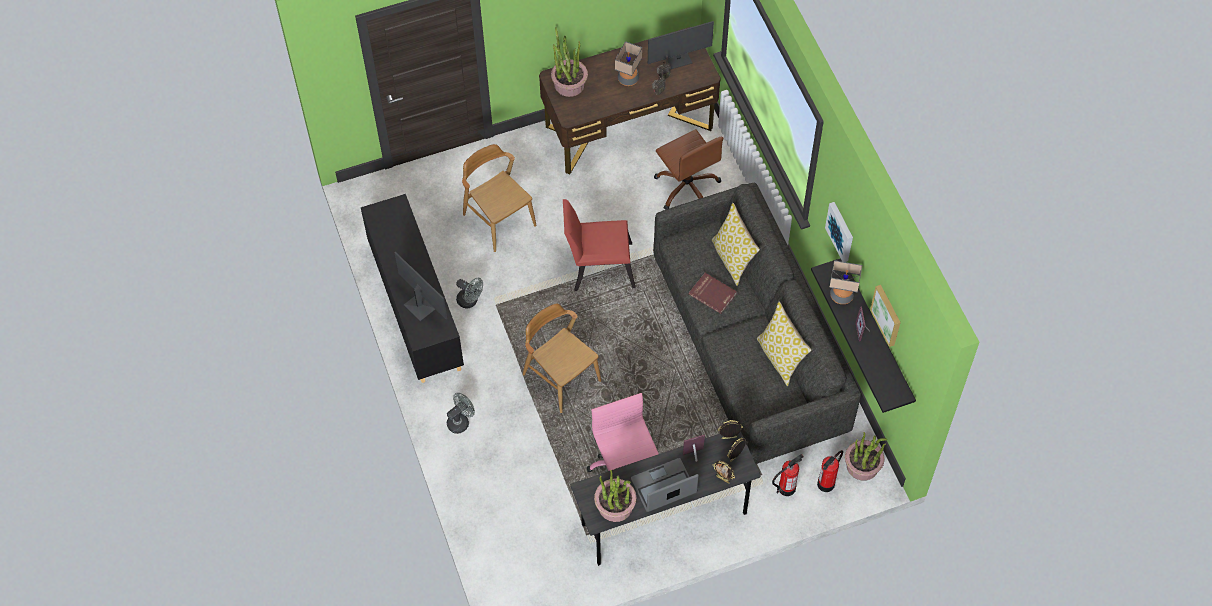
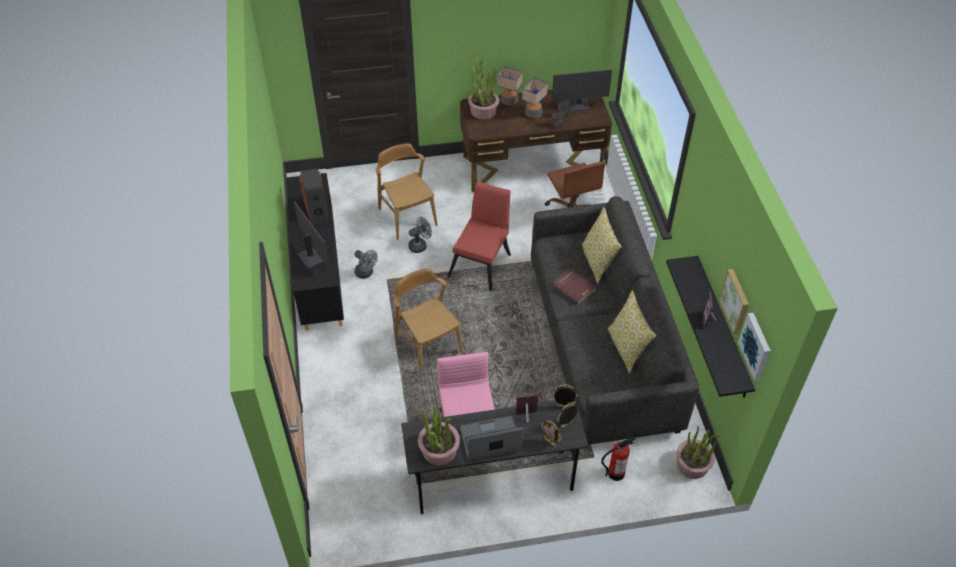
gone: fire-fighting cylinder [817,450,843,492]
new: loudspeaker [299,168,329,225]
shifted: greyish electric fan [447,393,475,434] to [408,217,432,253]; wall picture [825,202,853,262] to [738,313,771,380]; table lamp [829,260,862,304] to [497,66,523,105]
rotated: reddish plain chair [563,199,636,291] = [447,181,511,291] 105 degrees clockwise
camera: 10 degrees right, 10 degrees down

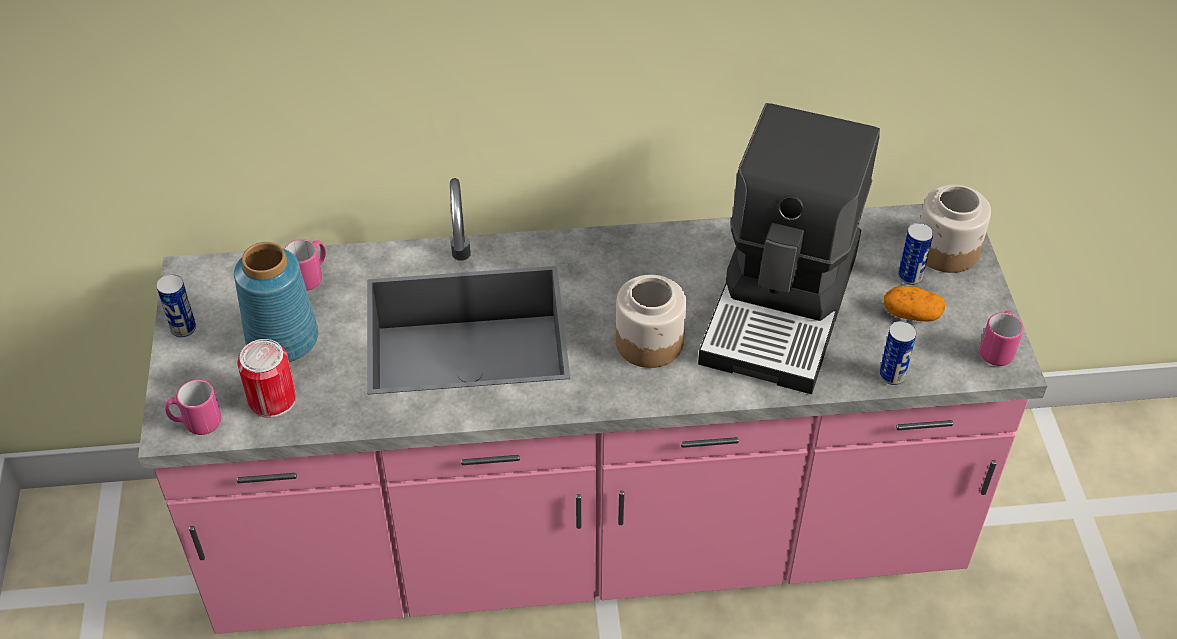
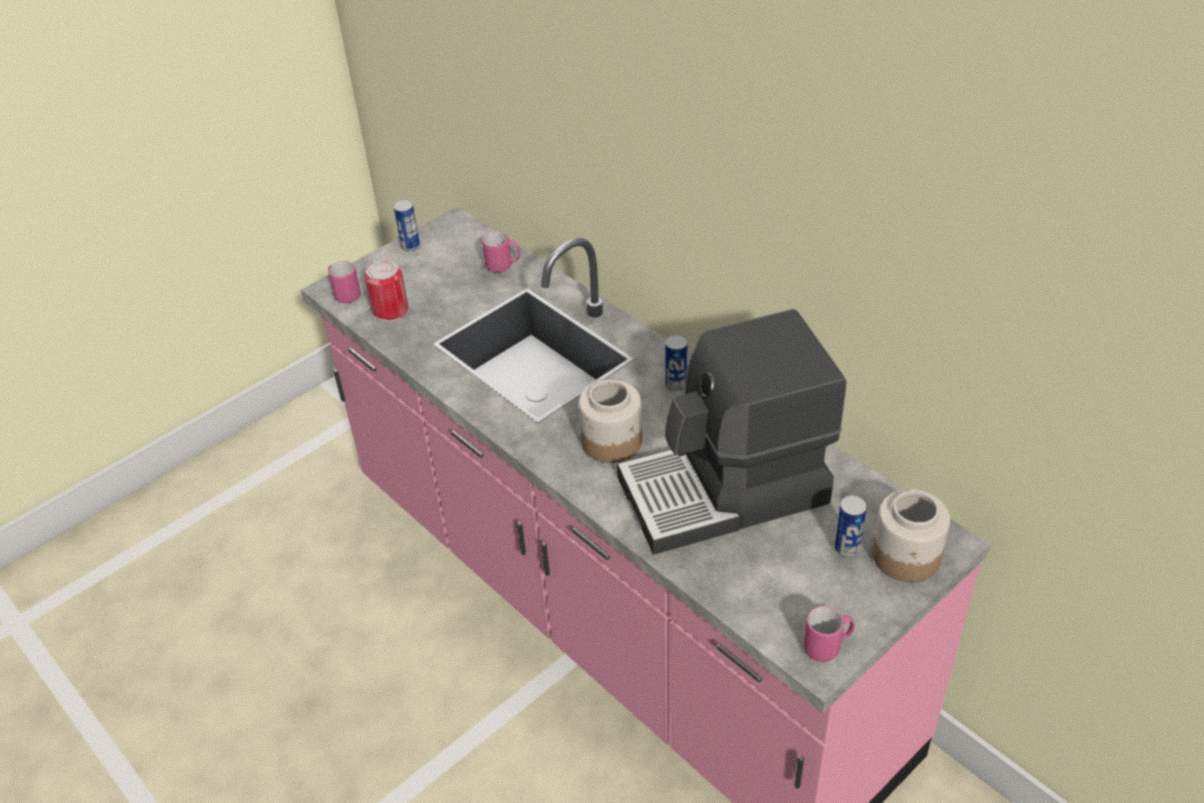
gone: bluish flower vase [234,242,318,362]; whole potato [883,286,945,322]
shifted: can [879,321,917,385] to [665,335,688,392]
camera: 55 degrees right, 5 degrees down

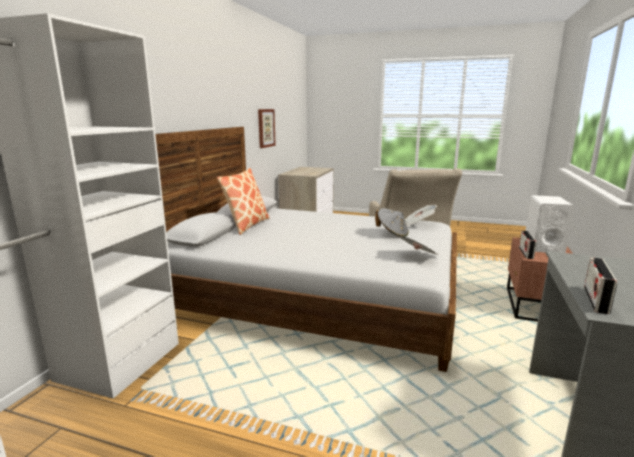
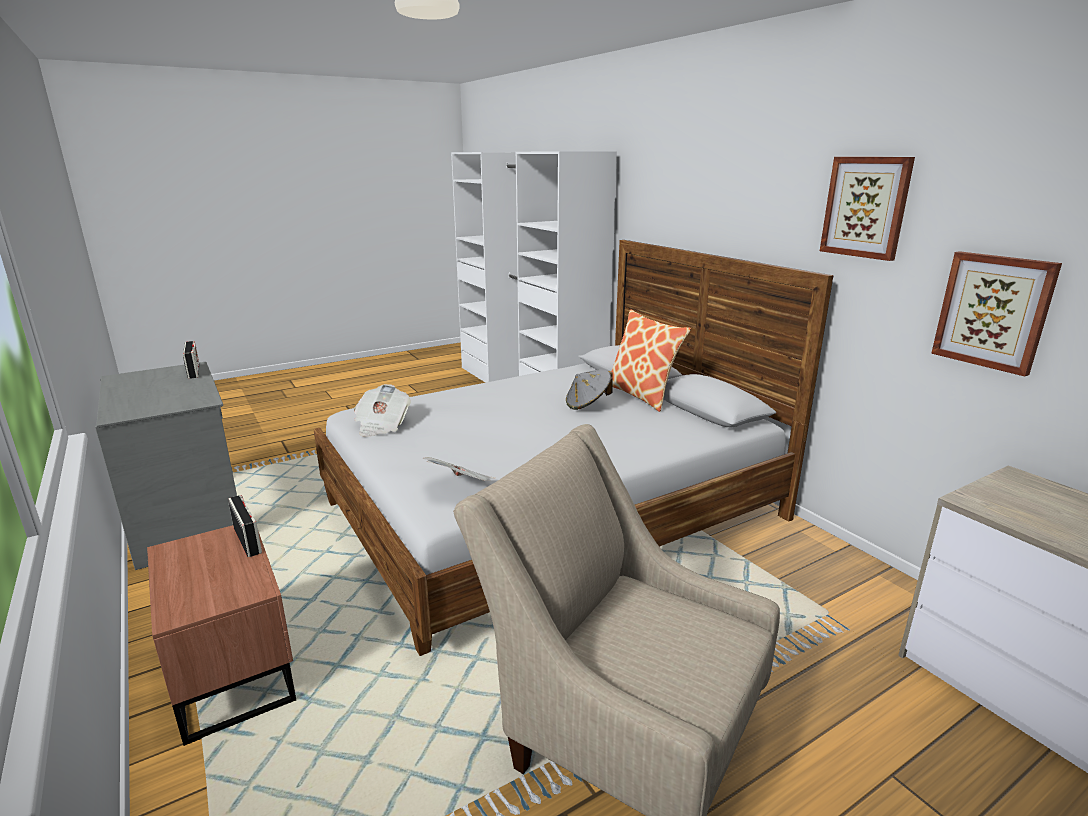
gone: whitish loudspeaker [526,195,574,253]
new: wall picture [820,157,915,261]
shifted: greyish hat [375,208,409,237] to [566,369,613,410]
camera: 130 degrees right, 5 degrees up

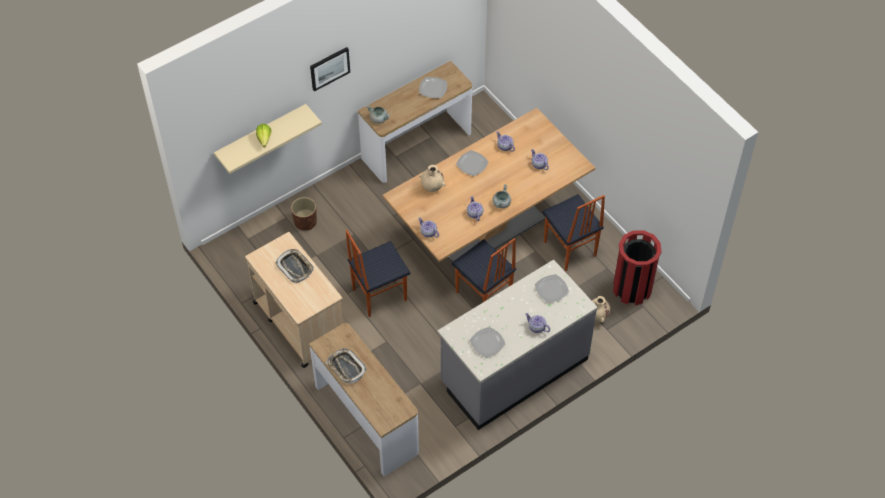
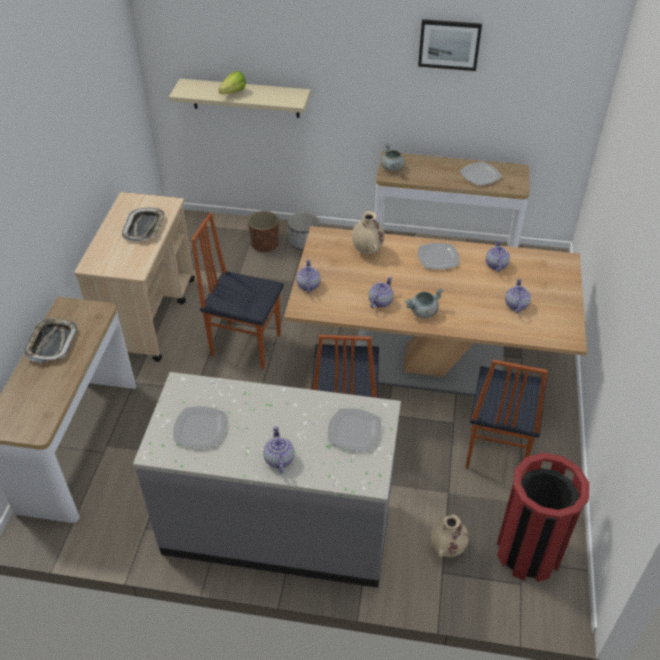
new: flower pot [288,212,319,250]
shifted: wall picture [310,47,350,91] to [418,19,482,71]
camera: 45 degrees right, 10 degrees down

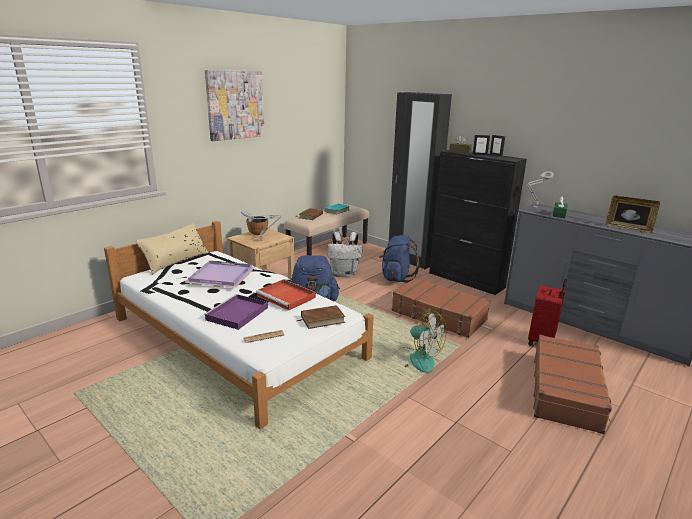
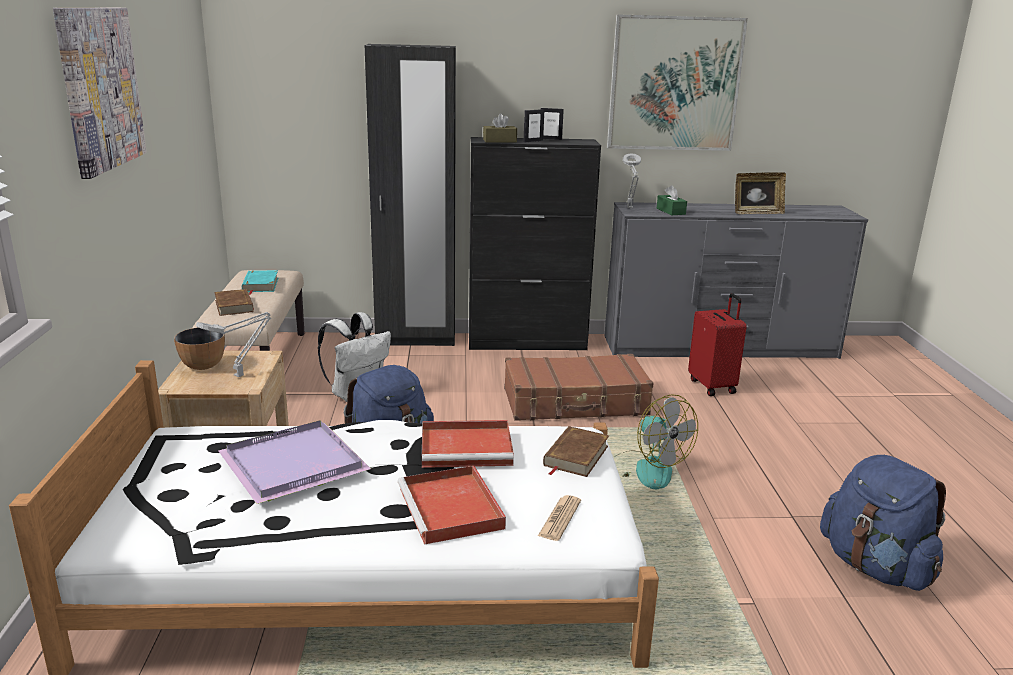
gone: beige-coloured throw pillow [135,222,208,275]; brown suitcase [533,335,612,434]
new: wall picture [607,14,748,151]
shifted: bluish backpack [379,235,419,283] to [820,455,946,591]
repainted: purple-coloured tray [204,294,268,330] to reddish tray [398,466,506,545]
rotated: electric fan [400,311,447,374] = [614,394,698,489] 60 degrees clockwise
camera: 45 degrees left, 0 degrees up

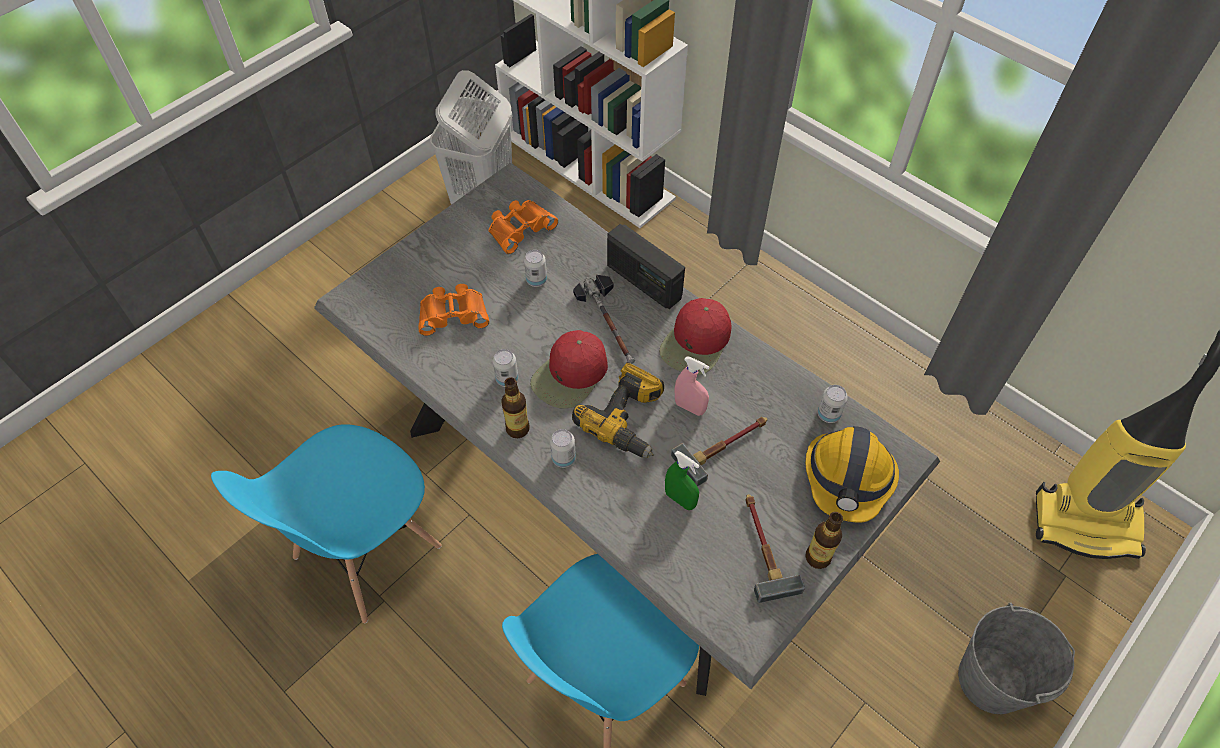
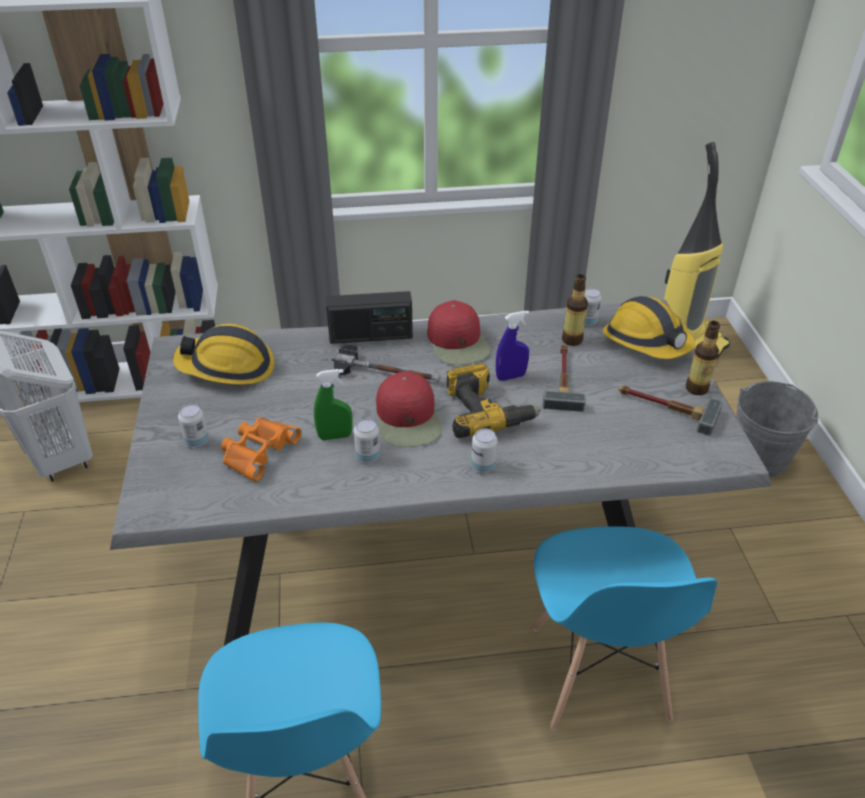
shifted: beverage bottle [501,377,530,438] to [562,274,588,346]; can [524,250,547,287] to [178,404,209,447]; green sprayer [665,451,700,510] to [314,369,353,440]
swapped: orange pair of binoculars [488,200,558,254] to safety helmet [173,324,274,385]
repainted: pinkish sprayer [674,356,709,416] to bluish sprayer [496,311,529,381]
camera: 50 degrees left, 15 degrees down

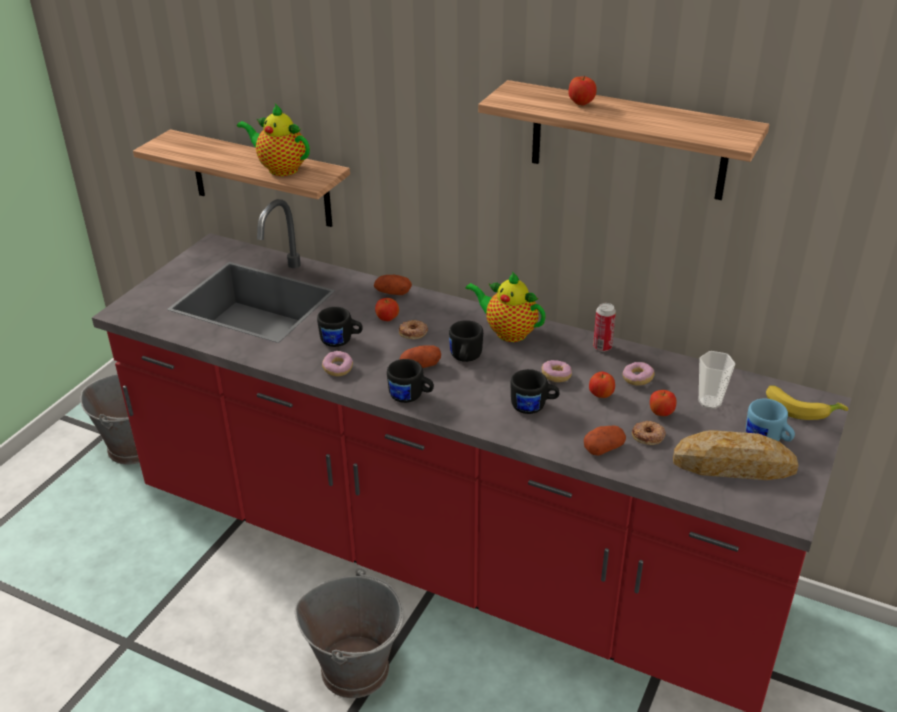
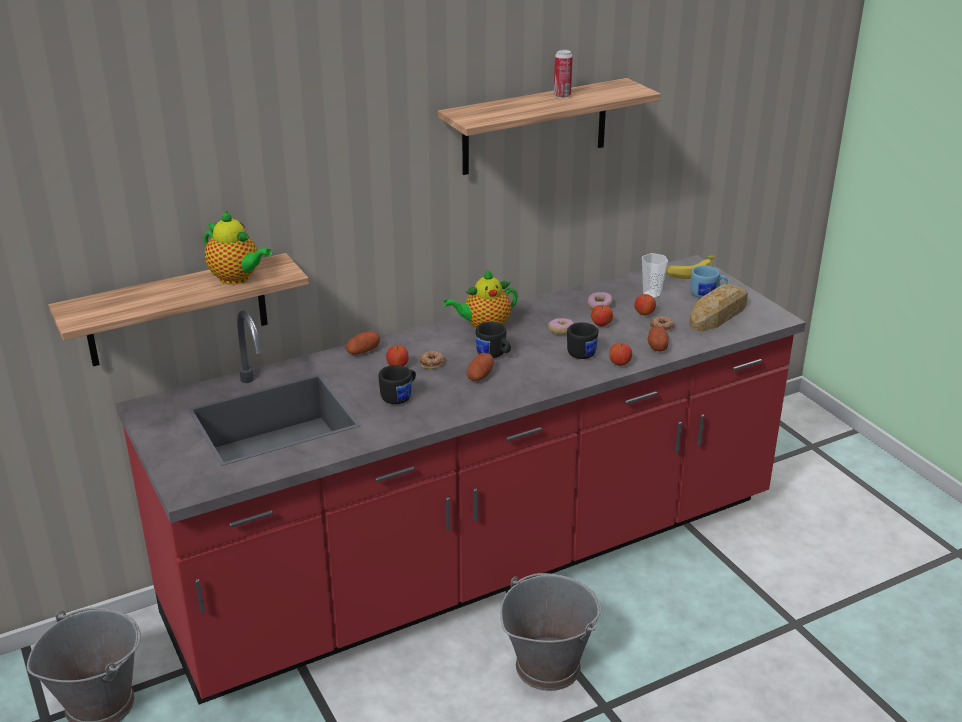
gone: ring doughnut [322,351,353,376]; black tea mug [387,359,434,403]
shifted: whole apple [568,76,597,106] to [609,343,632,366]; can [593,303,616,351] to [554,50,573,98]
rotated: tea pot [237,104,310,176] = [204,211,272,285] 120 degrees counterclockwise
camera: 55 degrees left, 5 degrees down

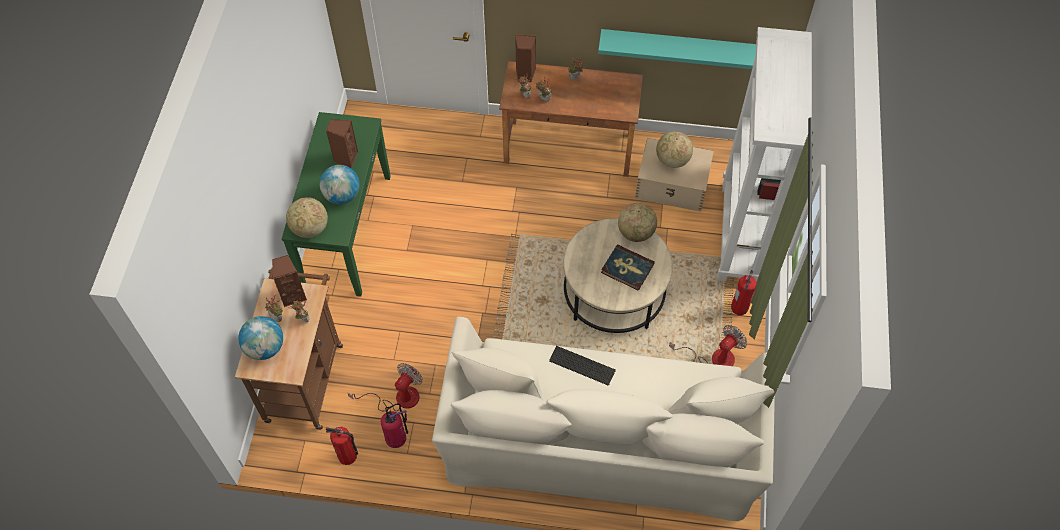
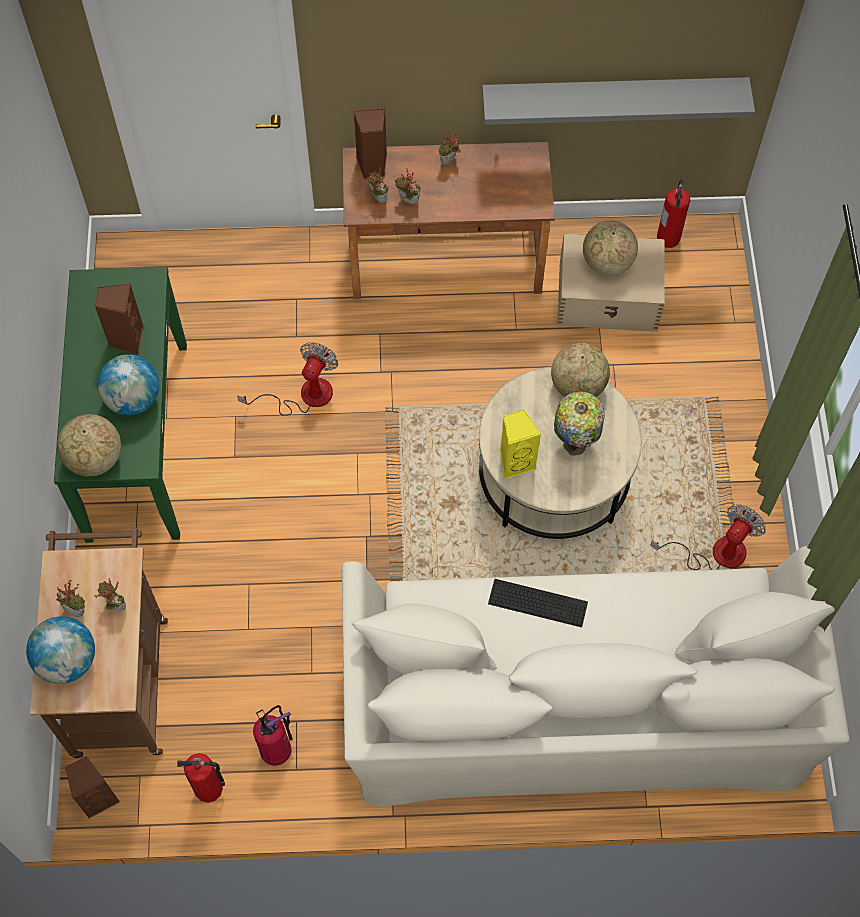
gone: whitish bookcase [718,27,812,282]
new: yellowish loudspeaker [500,410,541,479]
shifted: brown loudspeaker [272,255,307,307] to [65,756,120,818]; electric fan [348,363,423,412] to [237,342,338,416]; fire-fighting cylinder [731,270,757,316] to [657,180,690,248]
swapped: volume [601,244,655,291] to table lamp [554,392,605,456]
repainted: blue-green wall shelf [598,29,756,69] to greyish wall shelf [482,77,755,125]
camera: 10 degrees left, 5 degrees up

